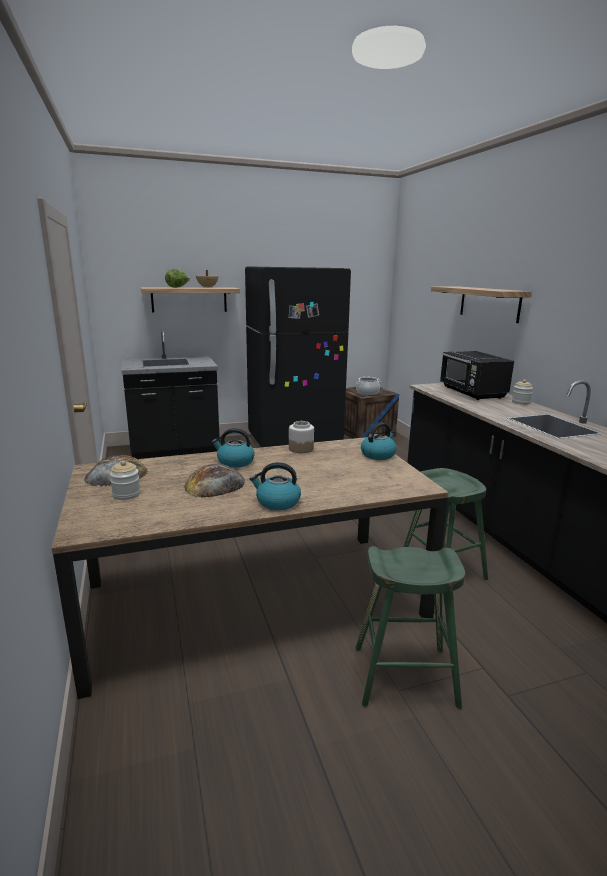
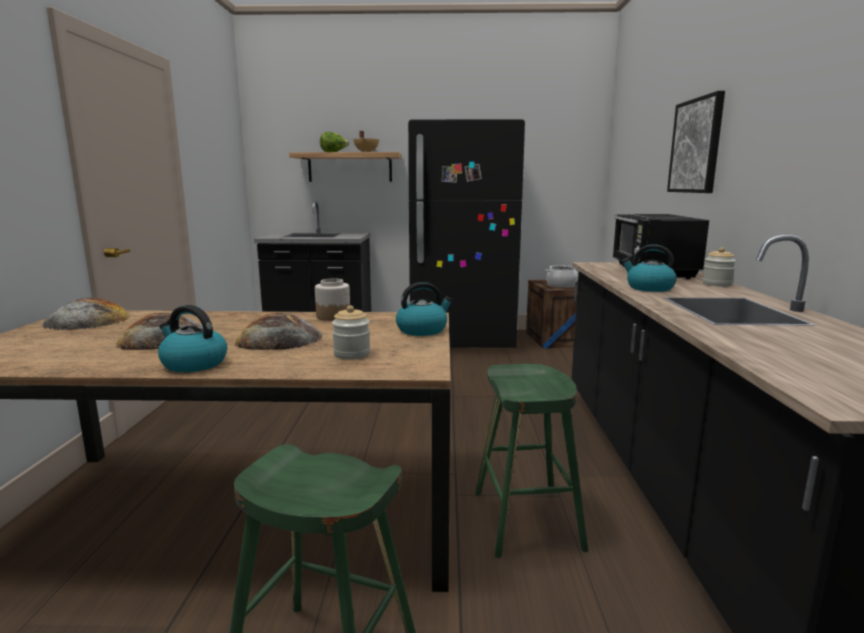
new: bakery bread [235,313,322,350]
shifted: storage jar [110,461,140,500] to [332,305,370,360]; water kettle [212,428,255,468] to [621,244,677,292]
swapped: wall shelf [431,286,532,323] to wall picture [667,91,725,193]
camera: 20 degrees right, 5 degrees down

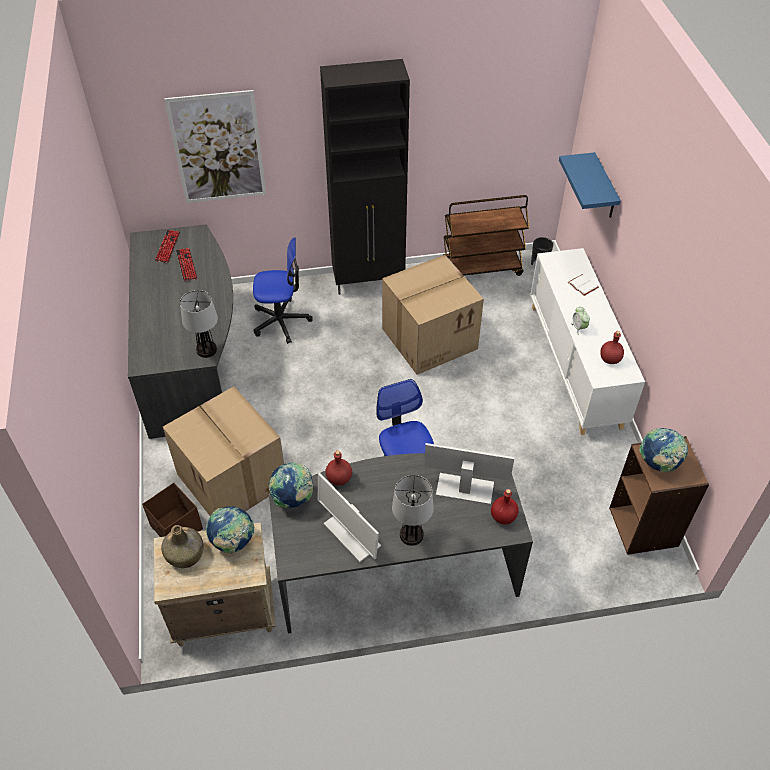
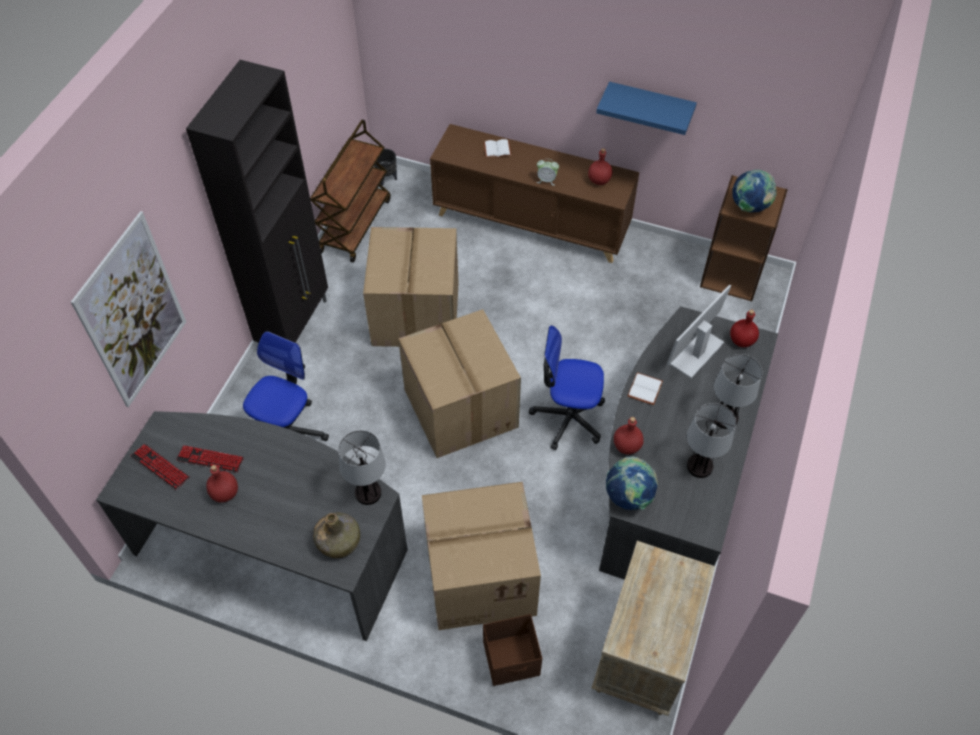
gone: globe [206,506,254,554]
new: reddish beverage bottle [206,465,238,502]; packing box [398,309,521,458]; whitish volume [628,372,663,405]
shifted: green beverage bottle [161,525,204,568] to [313,512,360,558]; bluish wall shelf [559,152,621,218] to [596,82,697,135]
swapped: computer display [318,473,381,562] to table lamp [687,403,736,478]
repainted: whitish cupboard [530,248,645,435] to brown cupboard [430,124,639,263]
camera: 60 degrees left, 5 degrees up

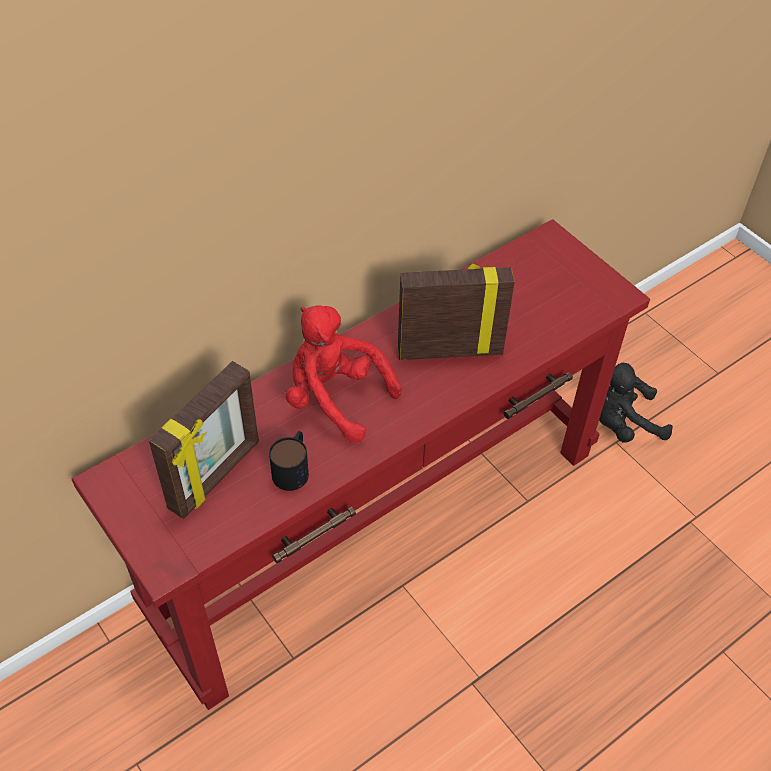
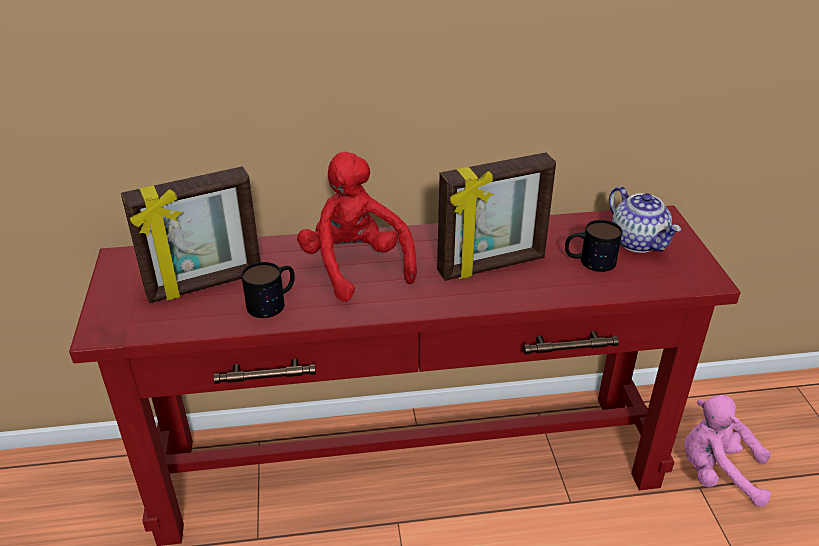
new: tea mug [565,220,622,272]; tea pot [609,186,681,253]
repainted: black cuddly toy [599,363,673,443] to pinkish cuddly toy [684,395,771,507]
rotated: photo frame [398,264,515,360] = [437,152,556,281] 135 degrees clockwise
camera: 30 degrees right, 15 degrees down

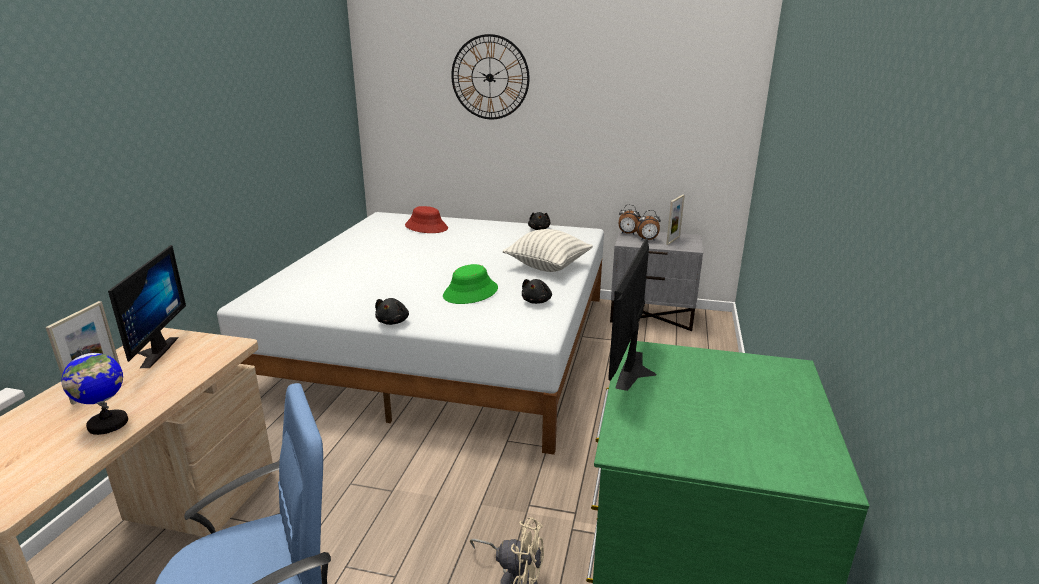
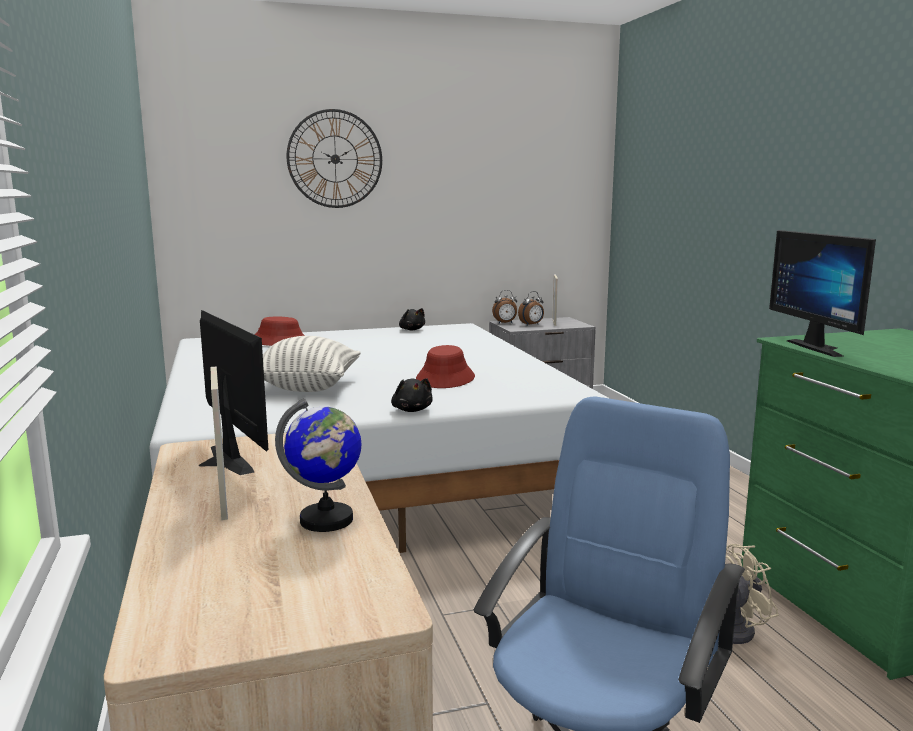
gone: black cuddly toy [522,279,552,304]
shifted: throw pillow [503,229,593,272] to [263,336,361,392]
repainted: green hat [443,264,498,304] to reddish hat [416,345,475,388]
camera: 30 degrees left, 10 degrees down

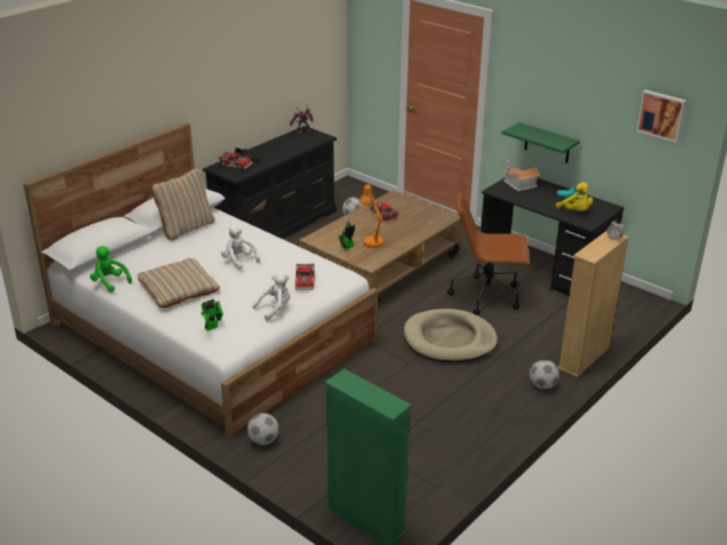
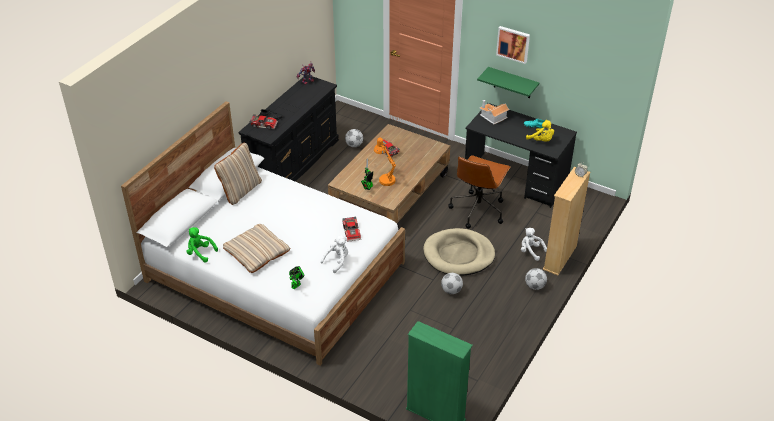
shifted: whitish cuddly toy [221,225,260,270] to [521,228,547,261]; football [247,413,279,445] to [441,273,463,294]; wall picture [636,90,687,143] to [496,26,530,64]
rotated: brown computer chair [447,192,530,315] = [448,155,511,229] 60 degrees counterclockwise
camera: 10 degrees left, 10 degrees up

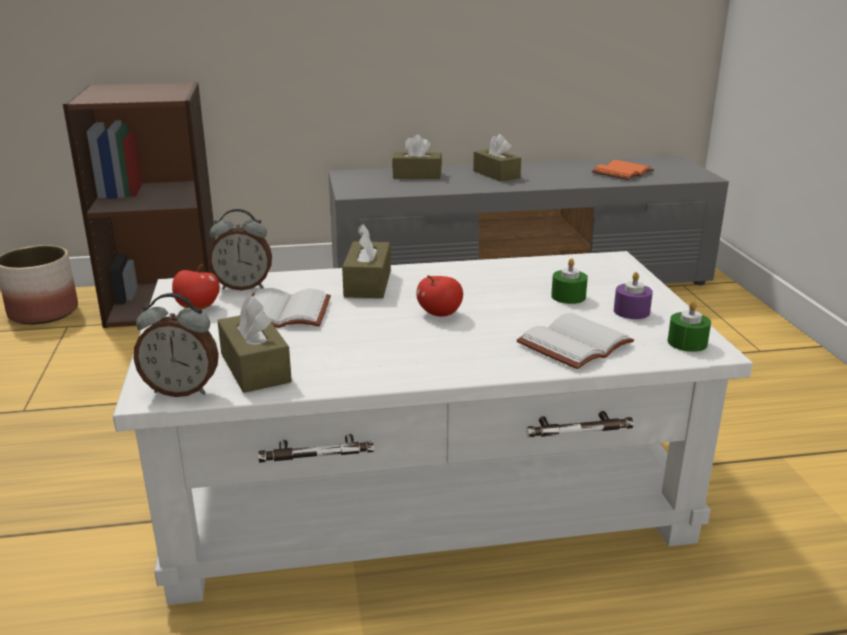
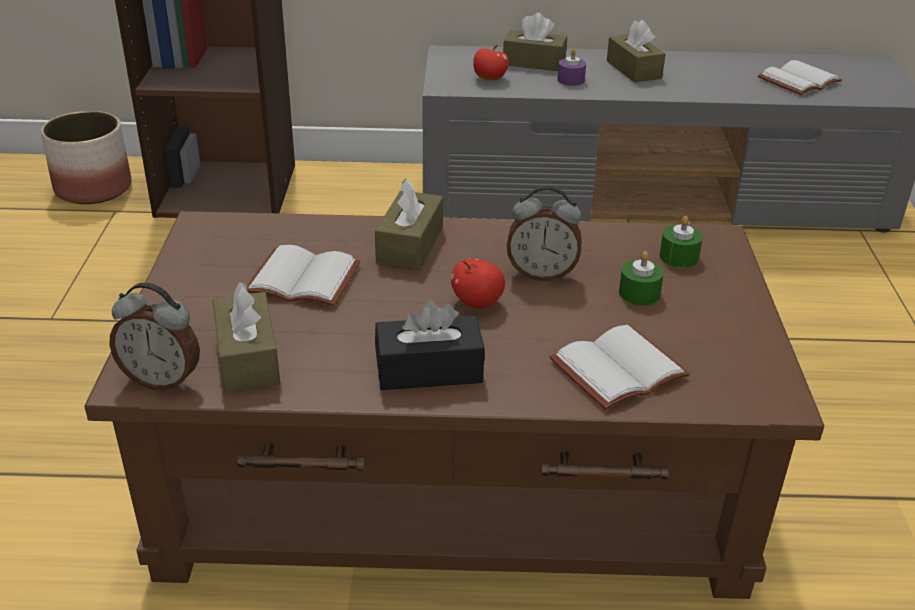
new: black tissue holder [375,300,485,390]
shifted: whole apple [172,264,220,309] to [473,45,509,81]; table clock [208,209,272,290] to [507,186,582,281]; purple-coloured wax candle [614,272,653,319] to [557,49,586,86]; green wax candle [668,300,711,352] to [659,216,703,268]
repainted: whitish low table [113,251,753,605] to brown low table [84,211,824,599]; orange volume [592,160,654,180] to whitish volume [758,60,842,95]
camera: 10 degrees right, 10 degrees up

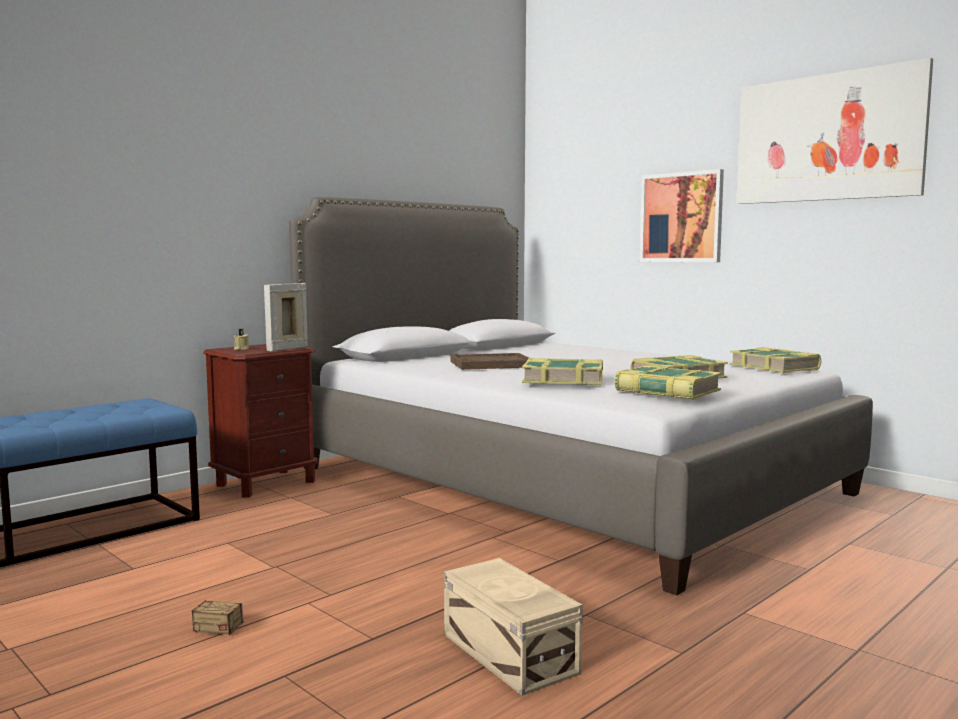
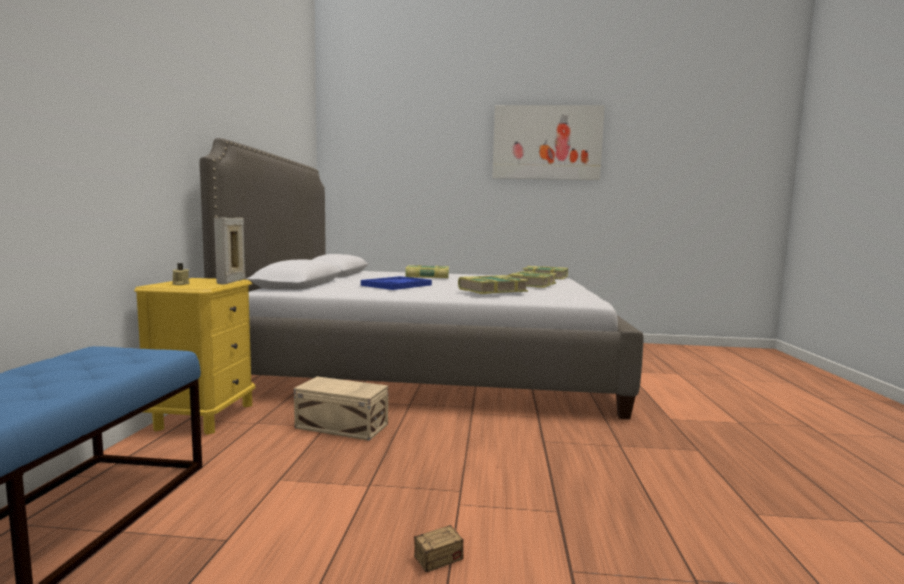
gone: wall picture [640,169,724,262]
shifted: beige-coloured storage bin [444,558,583,696] to [294,376,388,441]; volume [614,365,722,400] to [406,265,449,278]
repainted: brown bedside table [203,344,318,498] to yellowish bedside table [134,278,255,435]; brown tray [451,353,529,370] to bluish tray [361,276,432,290]
camera: 40 degrees left, 0 degrees up

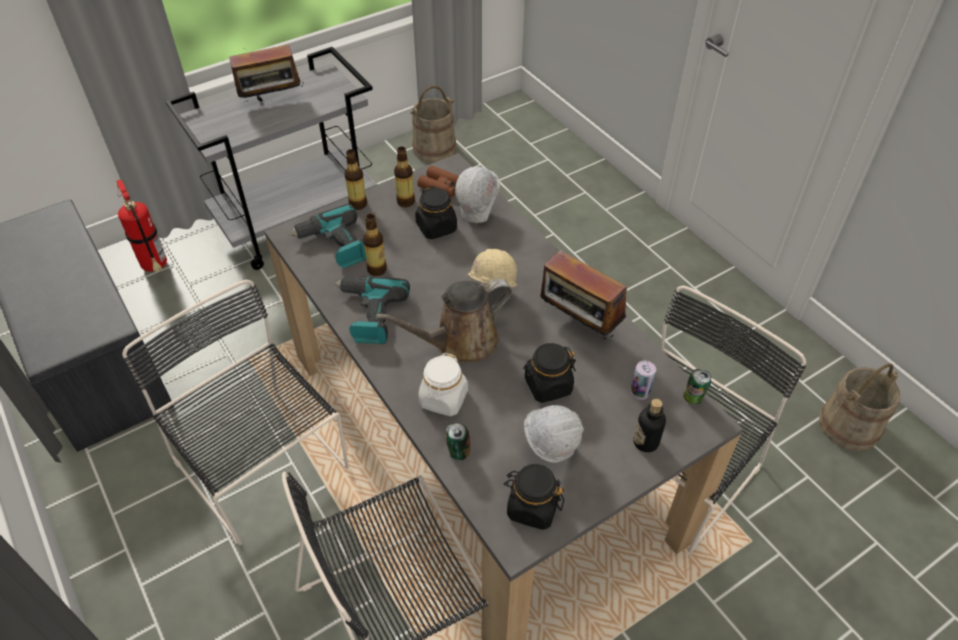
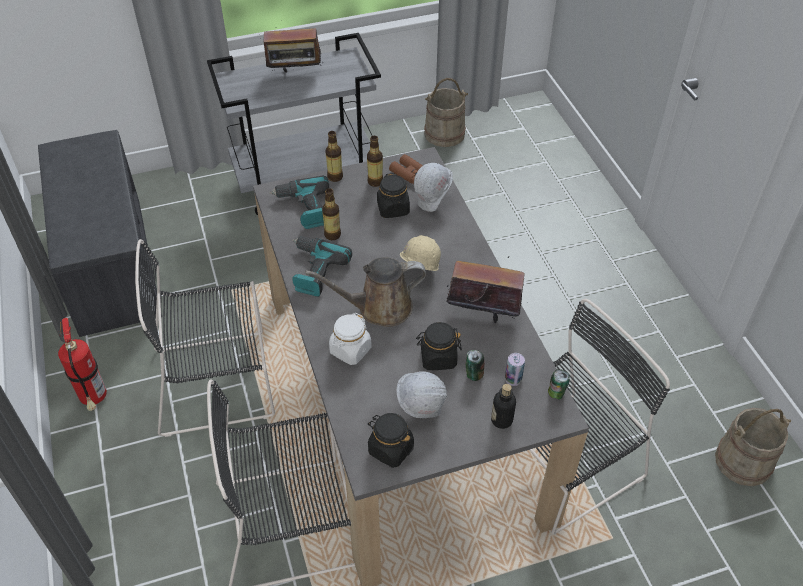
shifted: fire-fighting cylinder [116,180,167,272] to [58,318,107,411]; can [446,423,471,460] to [466,350,485,381]
rotated: black plain chair [122,280,349,545] = [135,239,275,437] 75 degrees counterclockwise; radio set [540,250,627,339] = [446,257,525,323] 135 degrees clockwise
camera: 15 degrees right, 0 degrees up

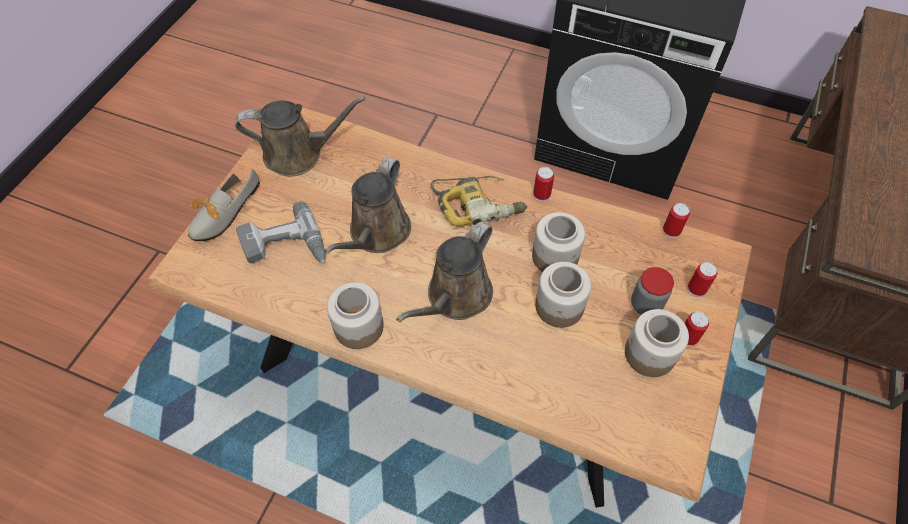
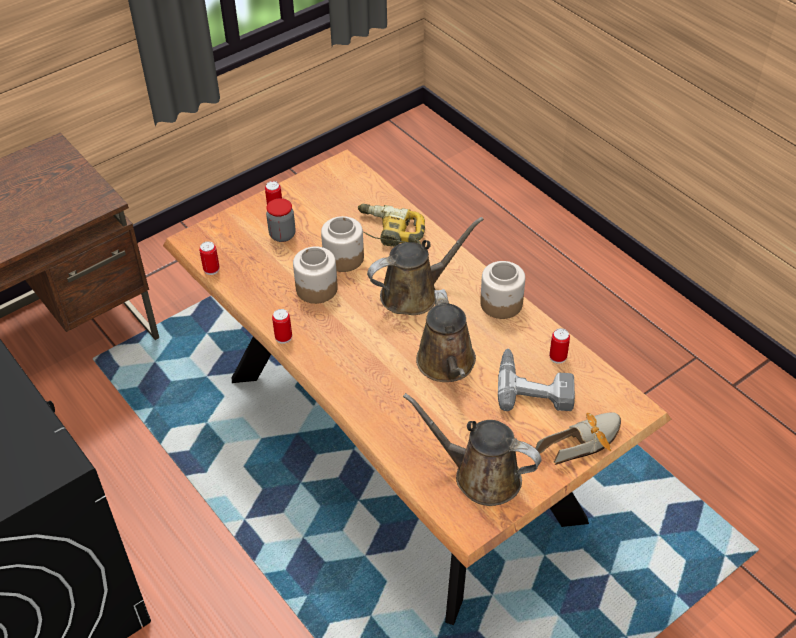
gone: storage jar [625,309,689,377]
shifted: drill [431,176,527,226] to [358,204,425,247]; can [688,262,717,297] to [549,328,570,364]
rotated: brown sprinkling can [324,157,411,254] = [416,289,476,382] 120 degrees clockwise
camera: 150 degrees left, 10 degrees down

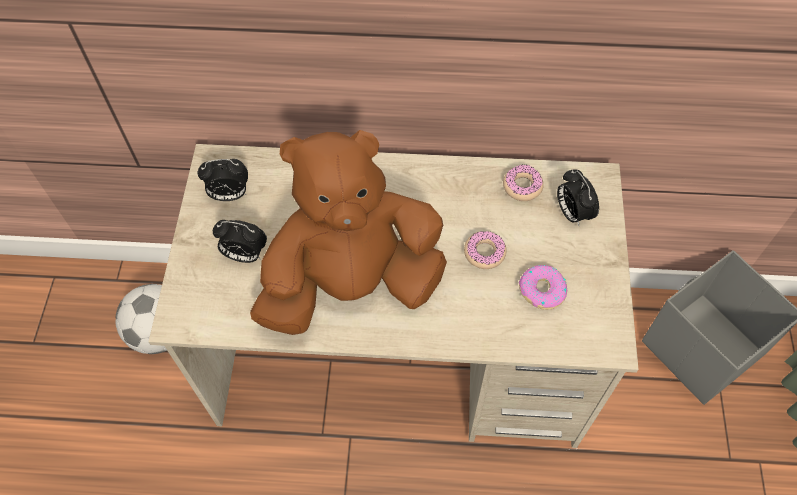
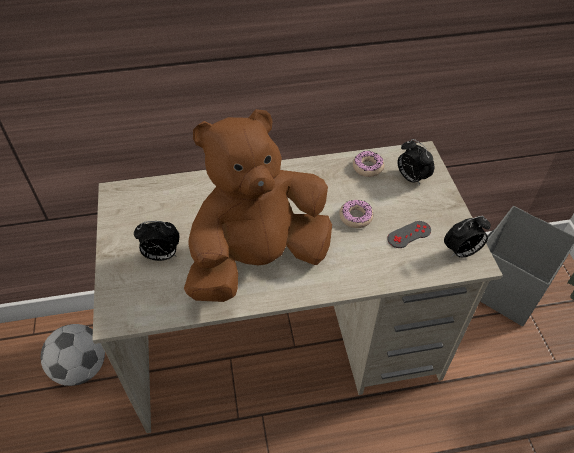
shifted: table clock [198,159,248,201] to [444,216,491,258]
swapped: ring doughnut [518,265,567,310] to greyish joypad [387,221,431,248]
camera: 15 degrees left, 10 degrees down

